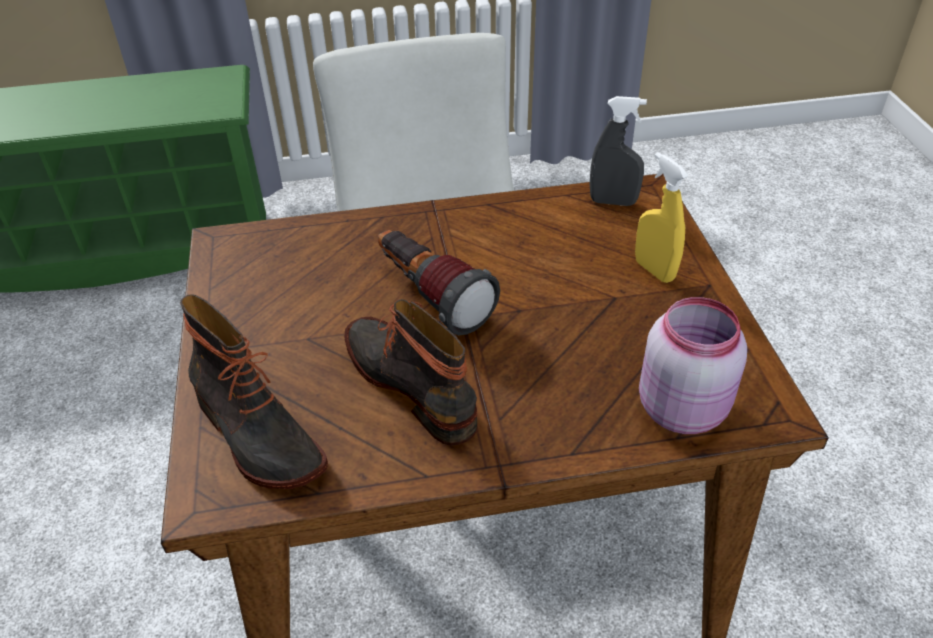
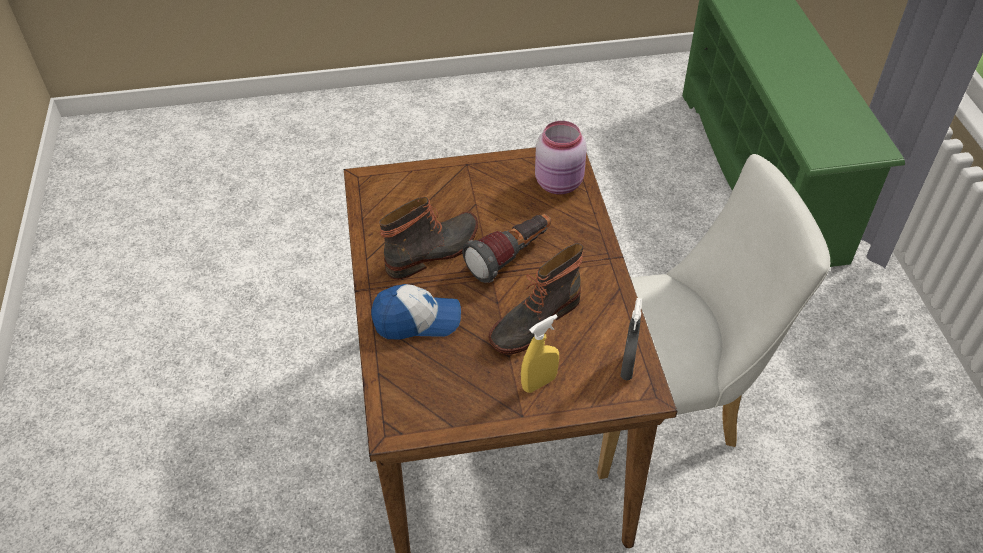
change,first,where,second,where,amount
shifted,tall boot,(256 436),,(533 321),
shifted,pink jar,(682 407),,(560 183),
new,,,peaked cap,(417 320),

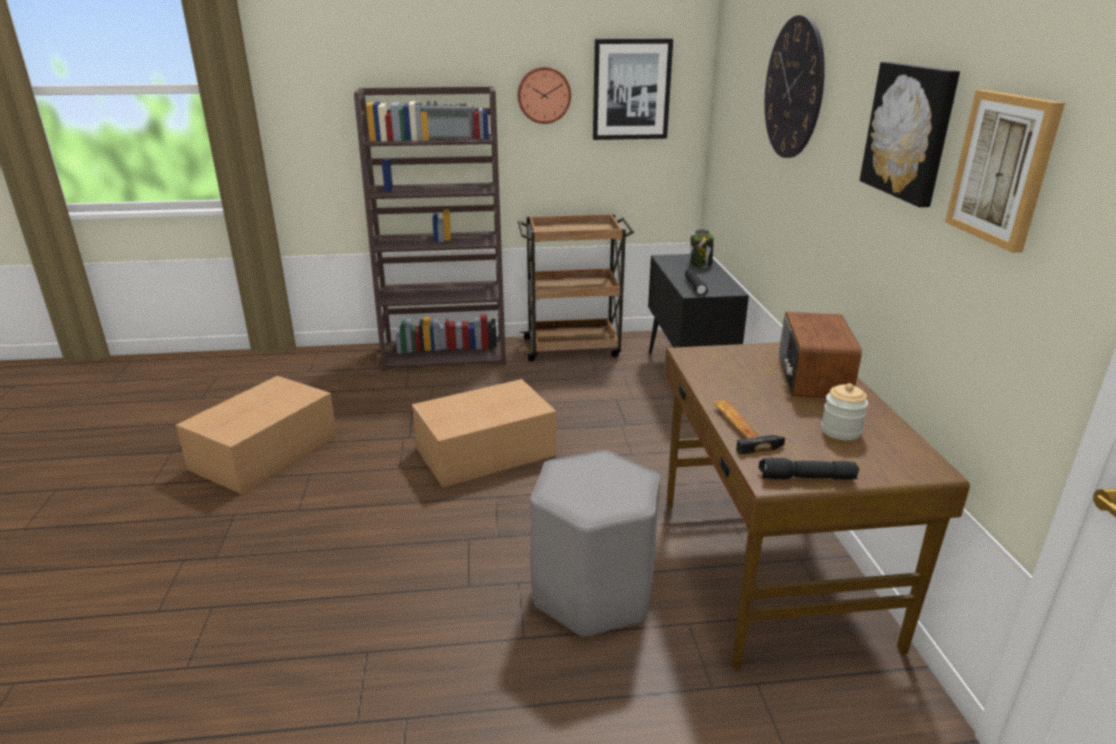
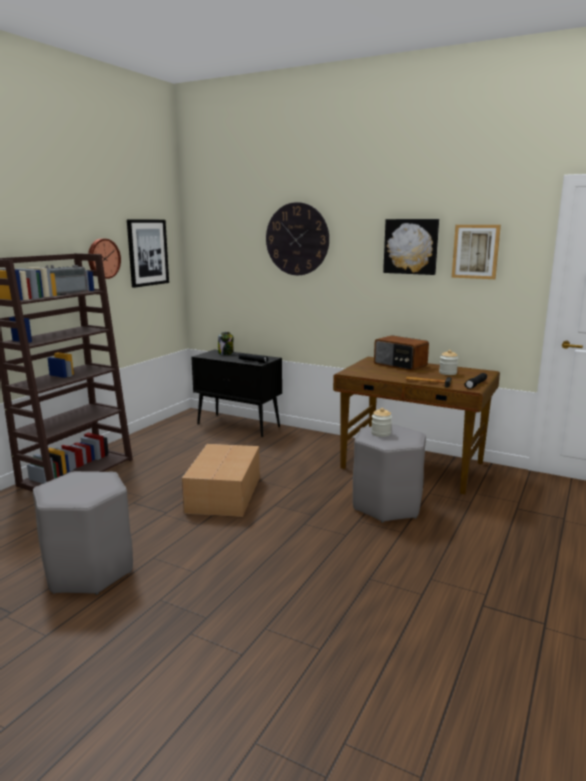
change,first,where,second,where,amount
gone,brown-coloured wheeled cart,(573 347),,,
swapped,cardboard box,(262 453),gray stool seat,(88 571),
new,,,jar,(381 433),

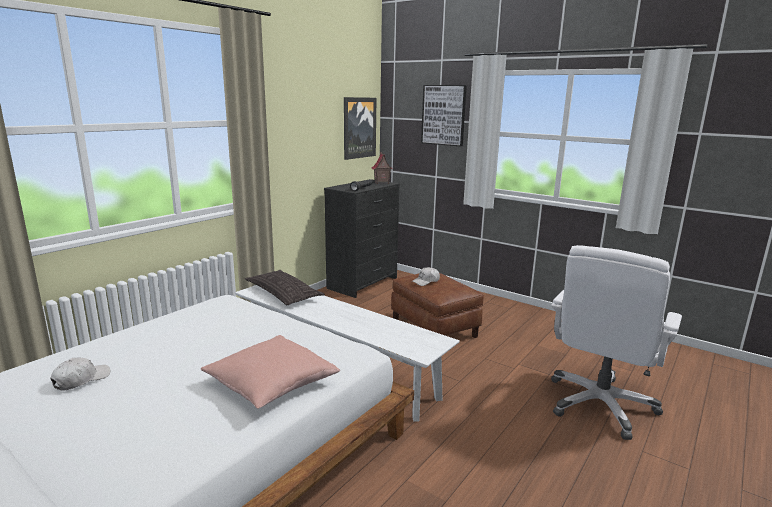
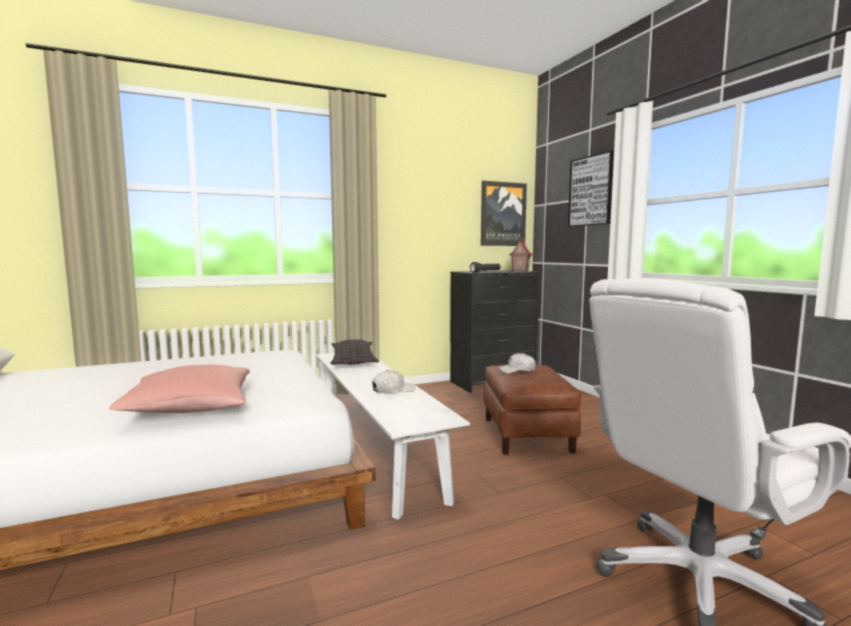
change,first,where,second,where,amount
shifted,white peaked cap,(81 380),,(393 390),

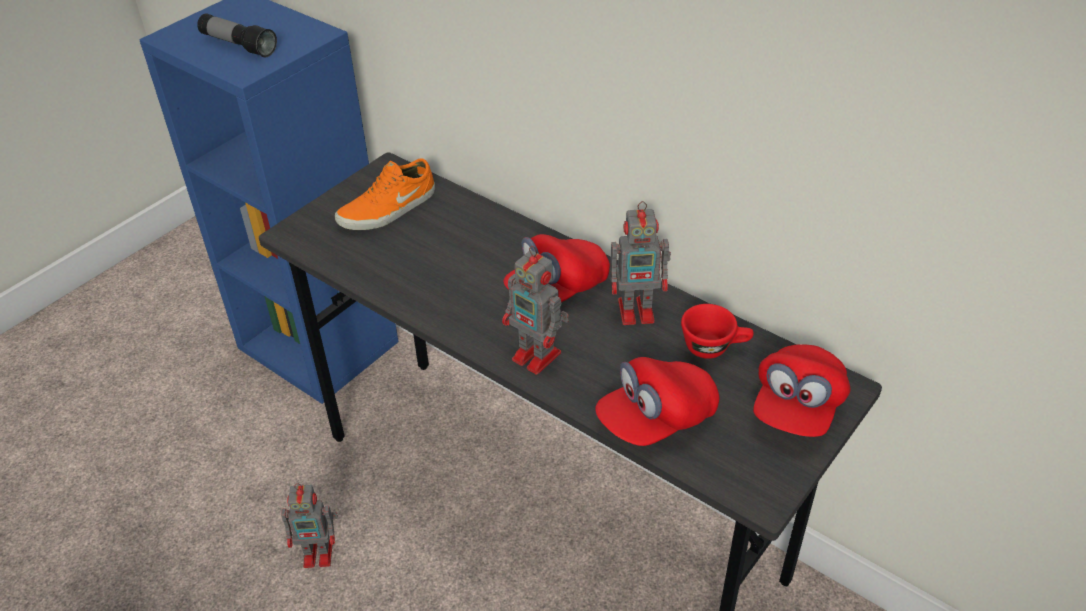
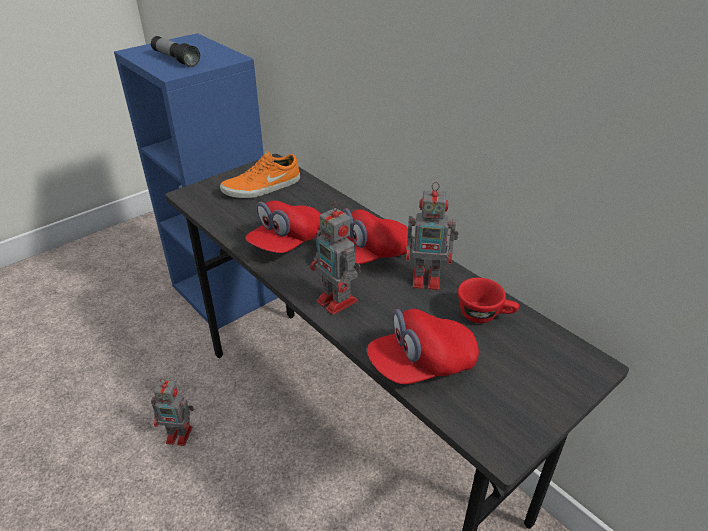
change,first,where,second,where,amount
shifted,reddish peaked cap,(797 407),,(287 243),

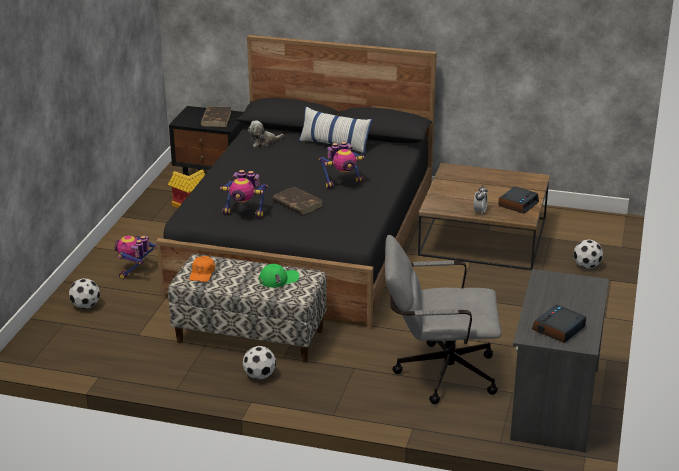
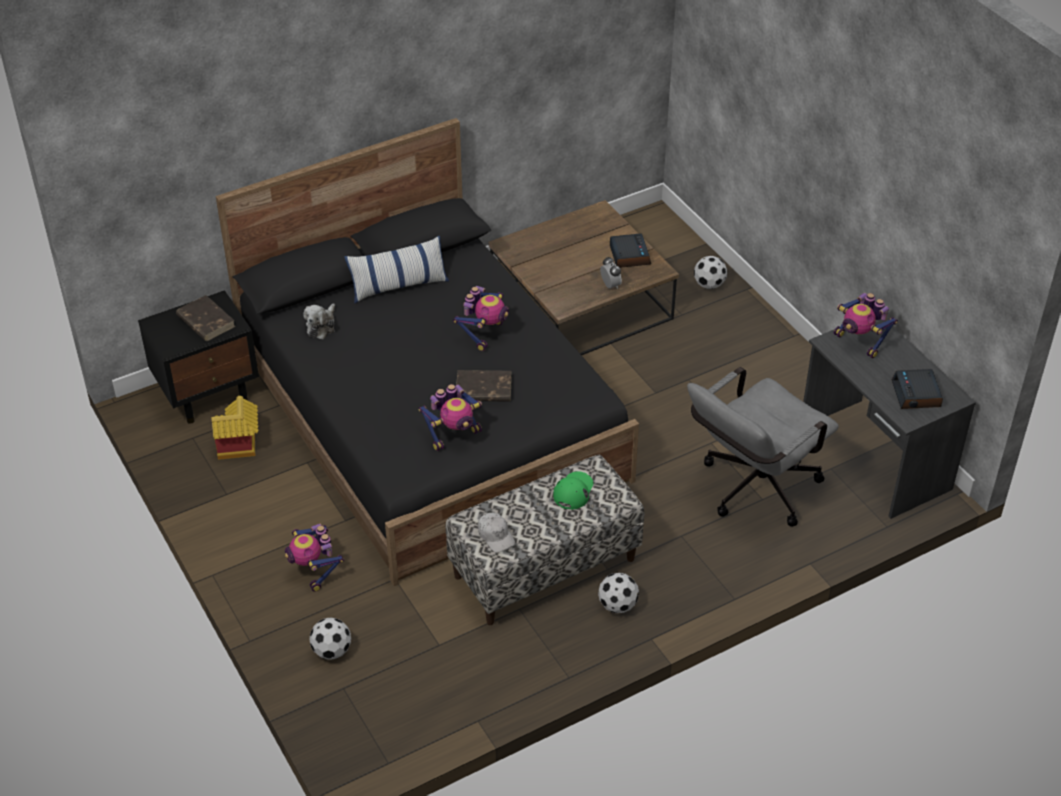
change,first,where,second,where,amount
repainted,orangey peaked cap,(202 274),white peaked cap,(495 536),
new,,,toy robot,(859 342),

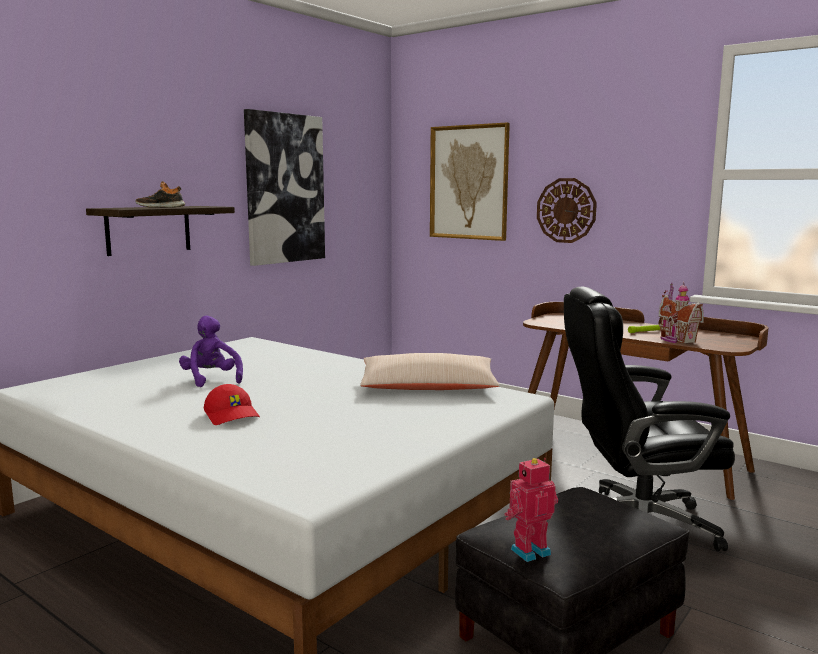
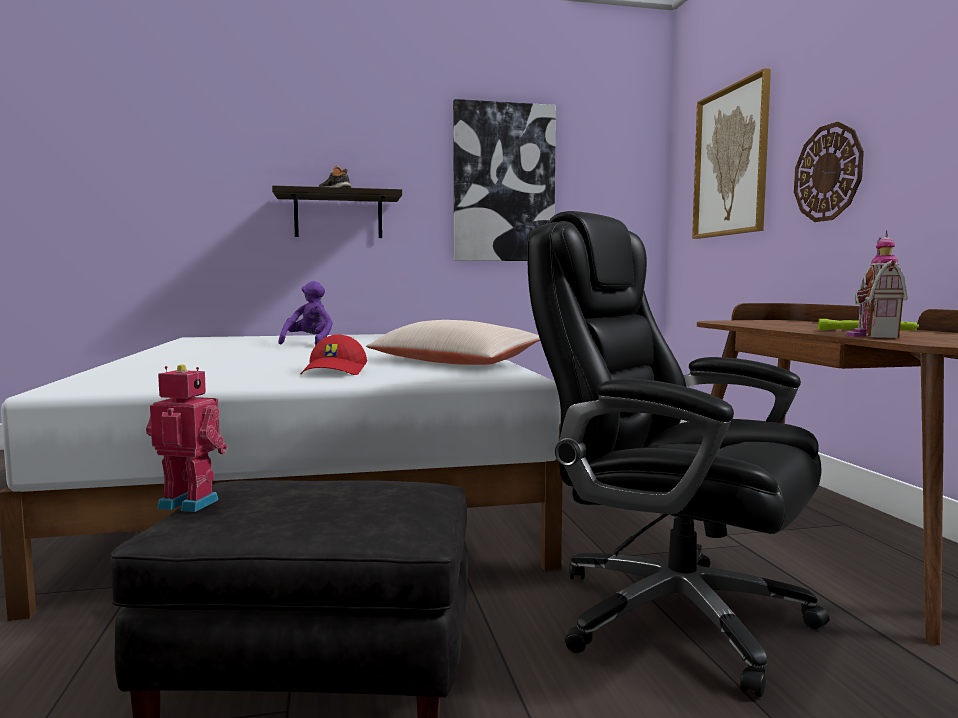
change,first,where,second,where,amount
shifted,reddish peaked cap,(232 416),,(336 372),

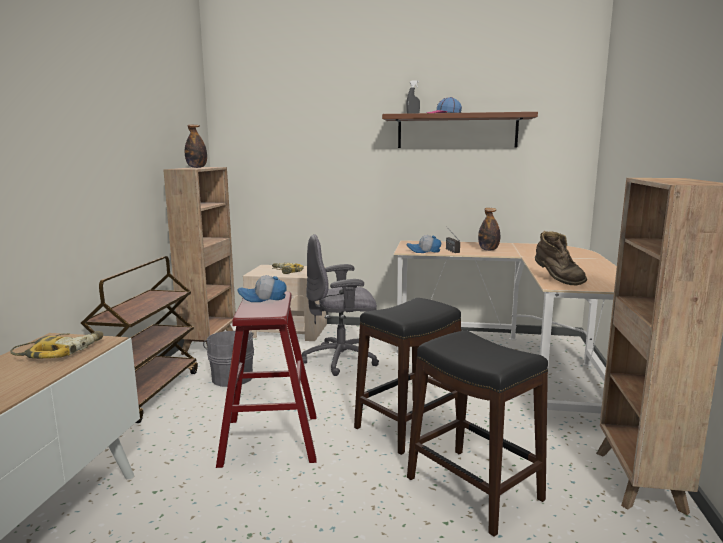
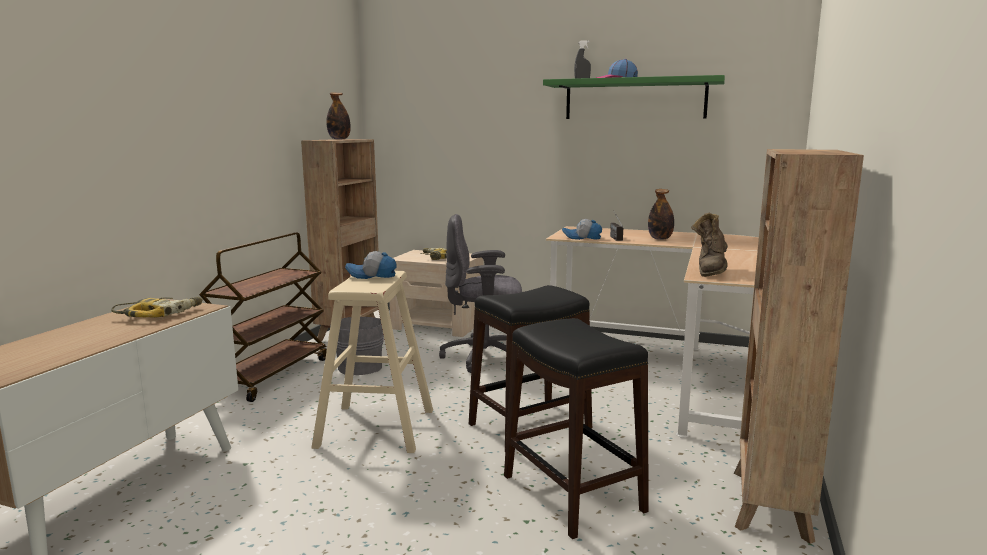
change,first,where,second,where,amount
repainted,brown-coloured shelf,(457 131),greenish shelf,(635 99),
rotated,brown-coloured tall boot,(557 280),,(710 271),45 degrees clockwise
repainted,reddish stool seat,(270 440),sand-coloured stool seat,(376 428),

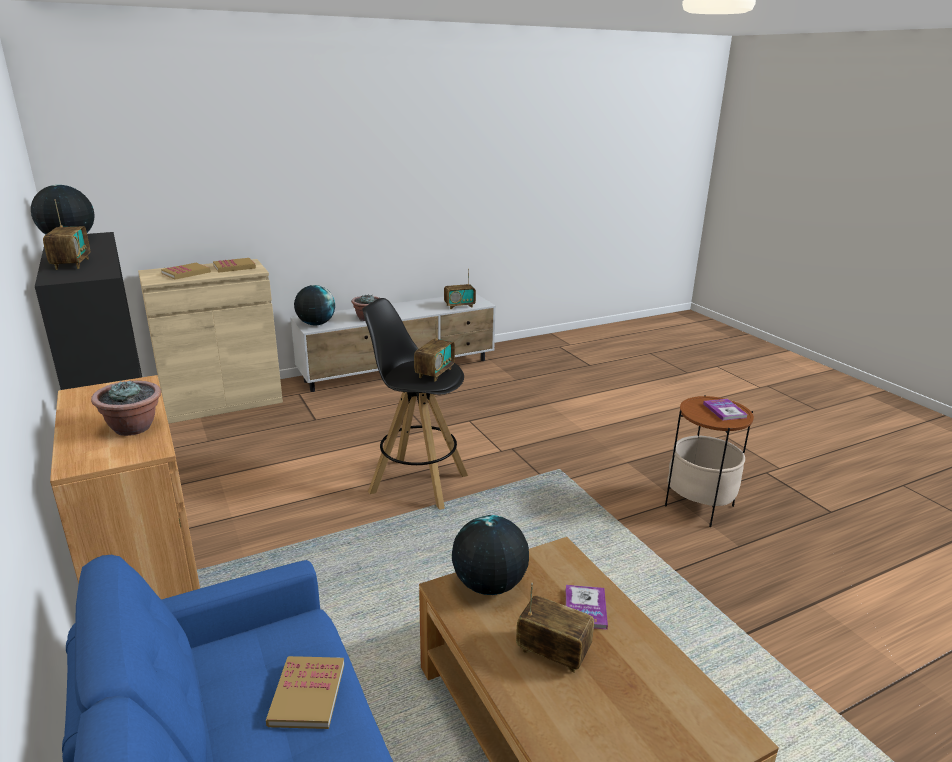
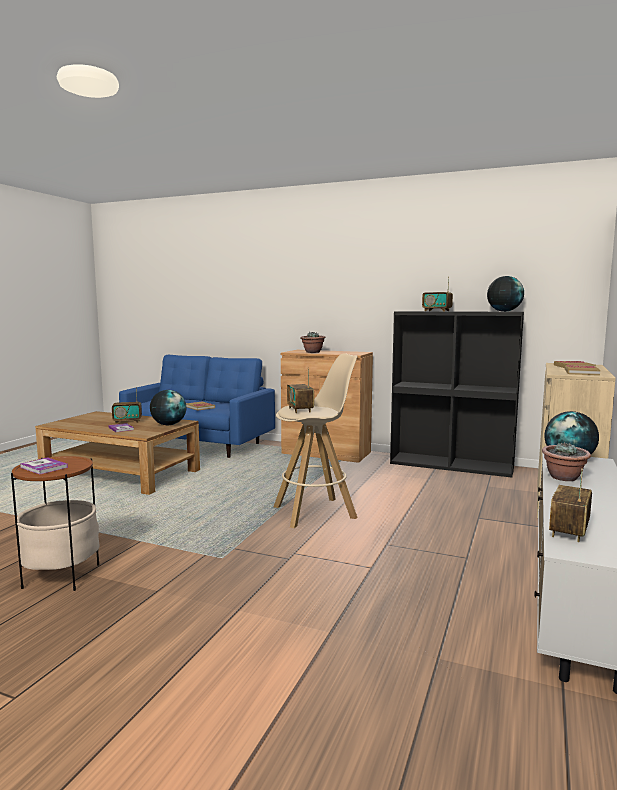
change,first,where,second,where,amount
repainted,black stool seat,(417 483),sand-coloured stool seat,(315 512),

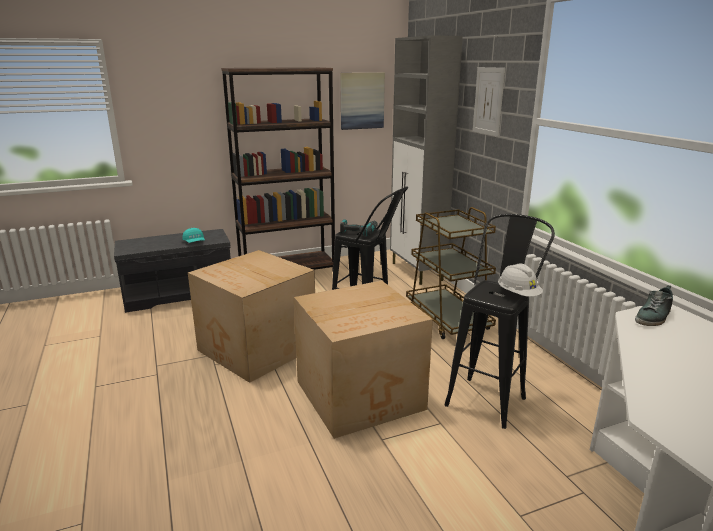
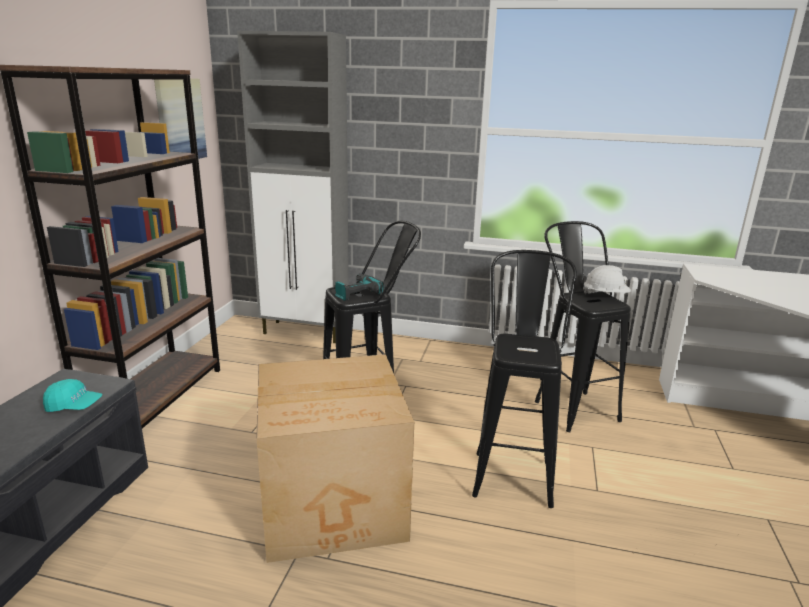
change,first,where,second,where,amount
gone,picture,(488 101),,,
gone,brown-coloured wheeled cart,(447 319),,,
swapped,cardboard box,(361 395),black stool seat,(512 469),
gone,item of footwear,(654 316),,,

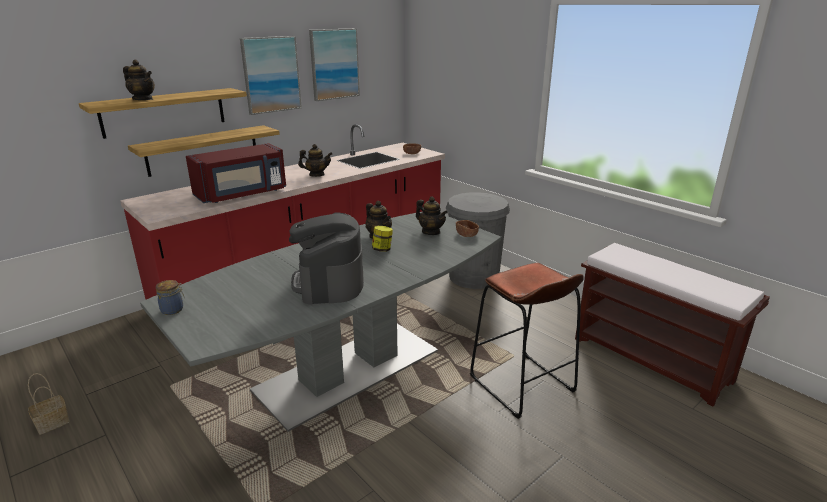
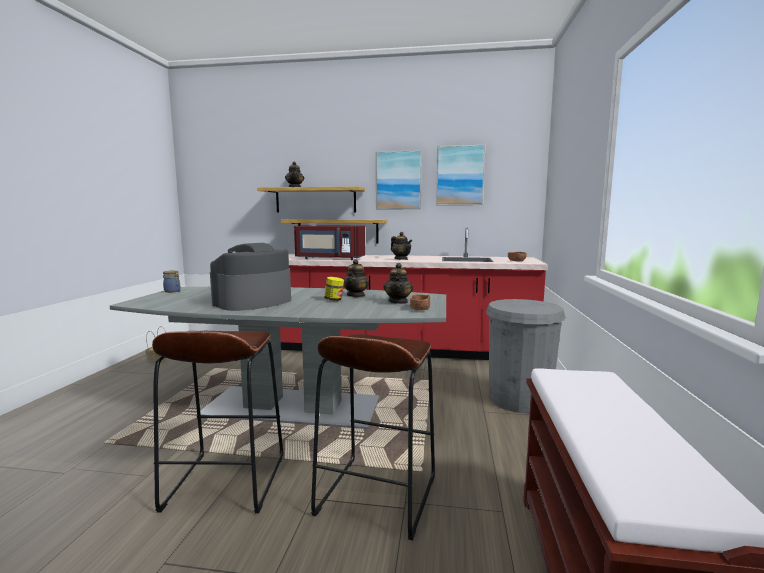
change,first,where,second,where,amount
new,,,brown-coloured stool seat,(225 482),

